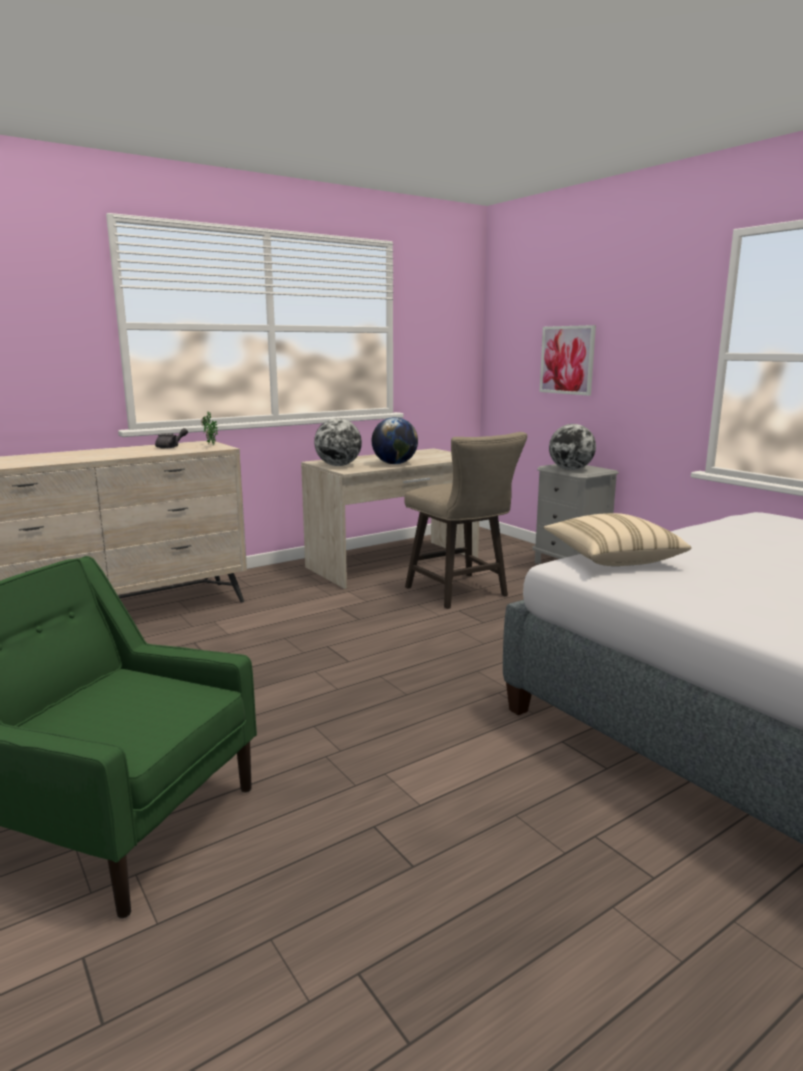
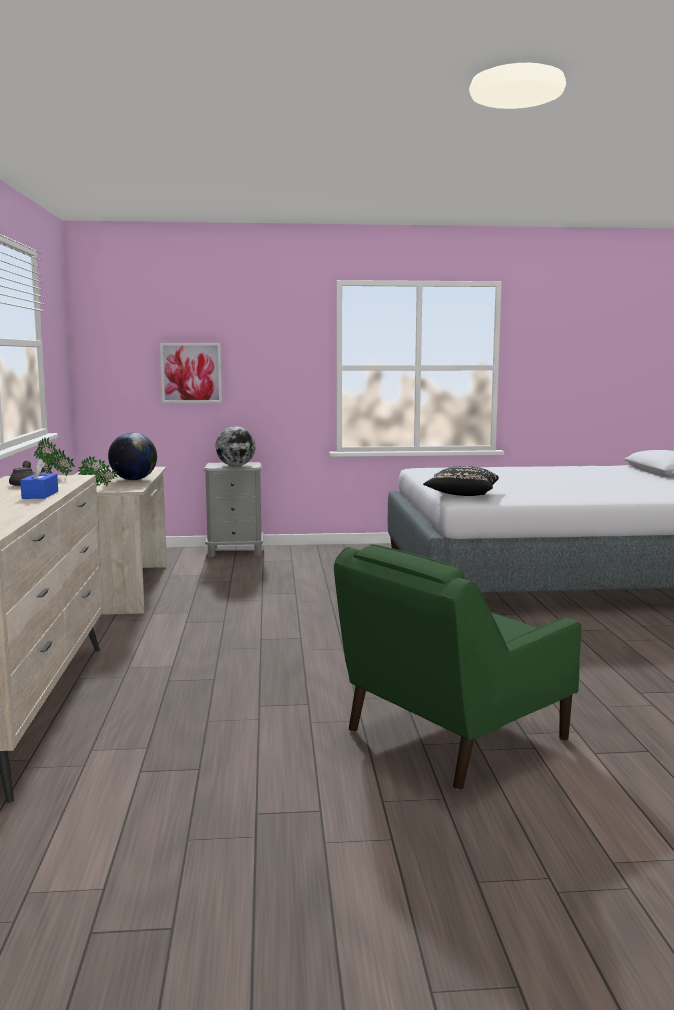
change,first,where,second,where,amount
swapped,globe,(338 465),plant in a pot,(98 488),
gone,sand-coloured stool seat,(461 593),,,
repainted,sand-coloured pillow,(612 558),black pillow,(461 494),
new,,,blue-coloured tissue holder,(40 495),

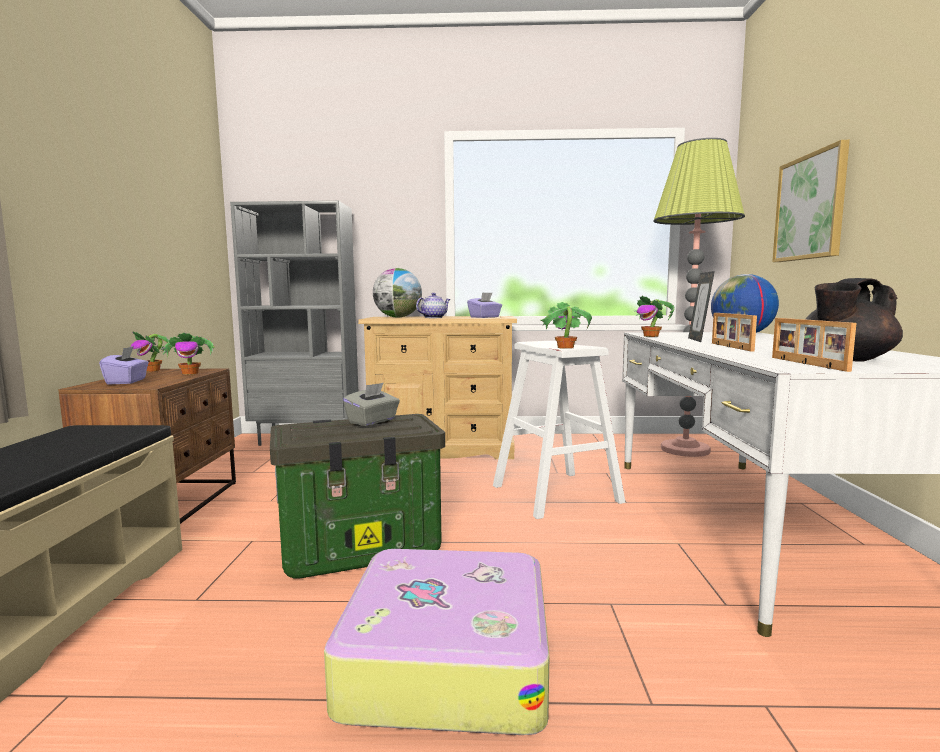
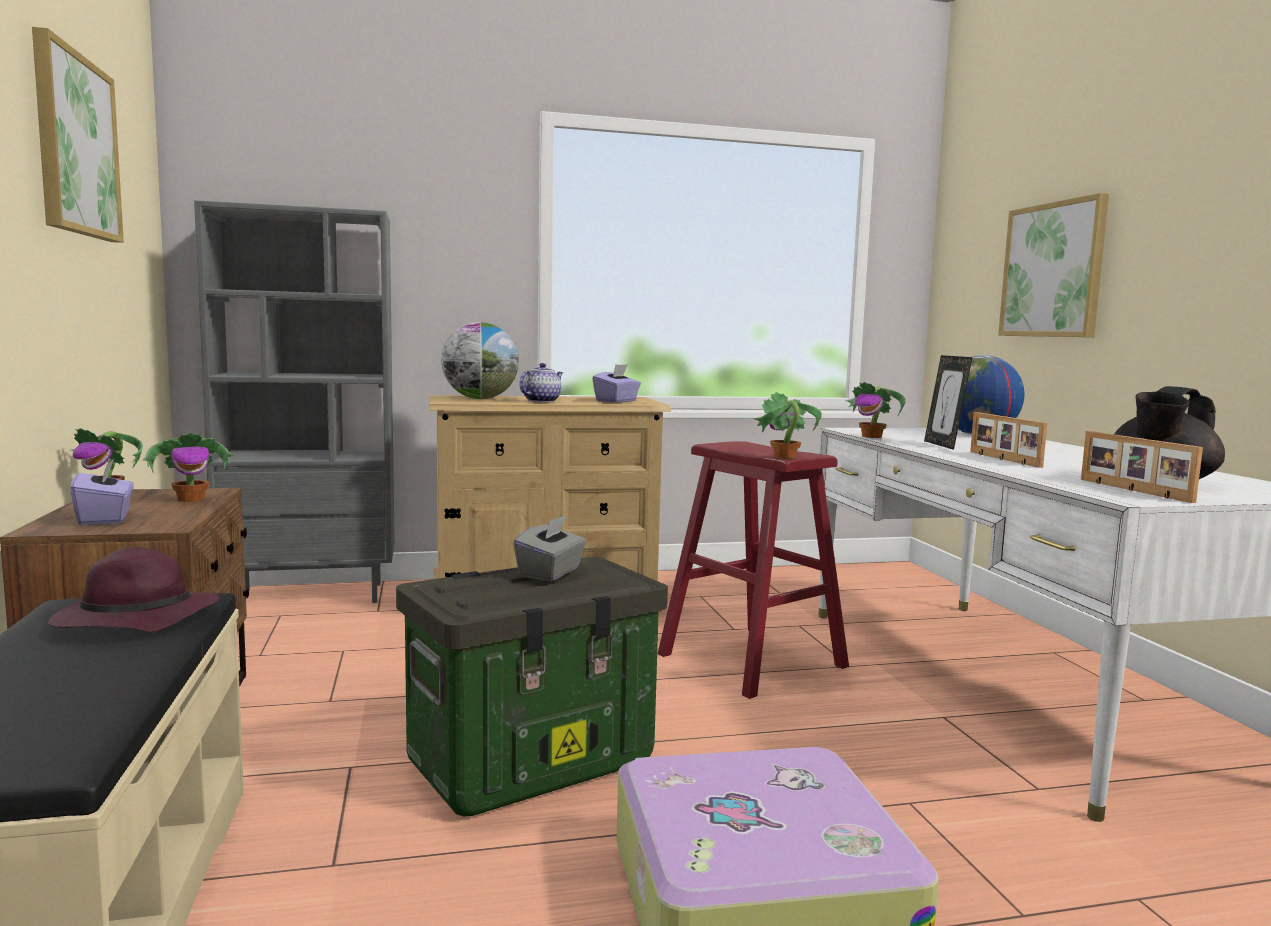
change,first,where,second,where,amount
gone,floor lamp,(685 450),,,
repainted,white stool seat,(555 493),reddish stool seat,(751 660),
new,,,picture,(75 146),
new,,,purplish hat,(134 620),

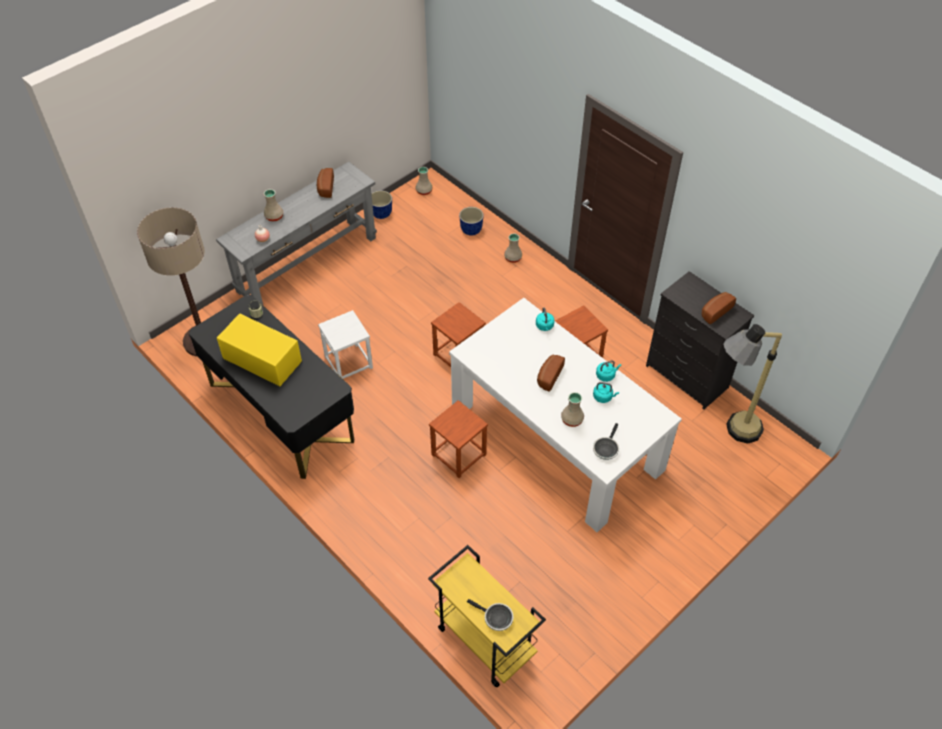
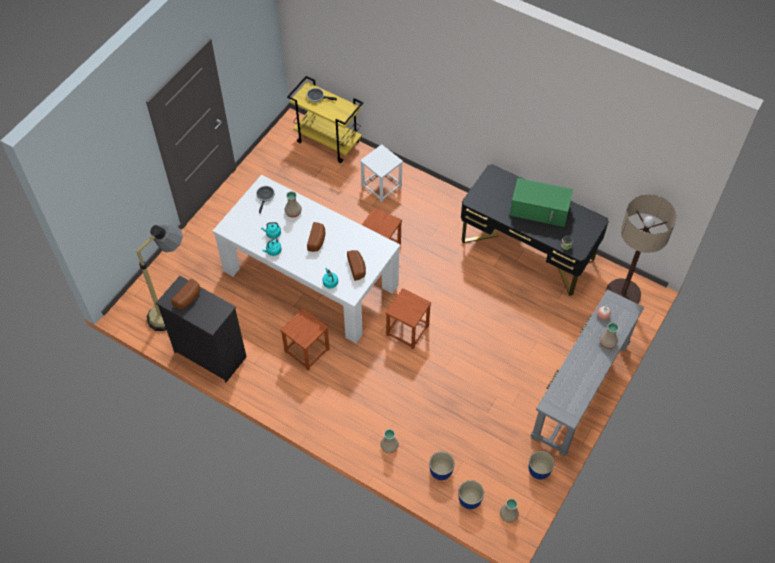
change,first,where,second,where,amount
shifted,baked bread,(325 188),,(357 268),
shifted,white stool seat,(349 362),,(381 186),
repainted,yellow-coloured microwave oven,(261 359),greenish microwave oven,(540 210),
new,,,planter,(469 501),

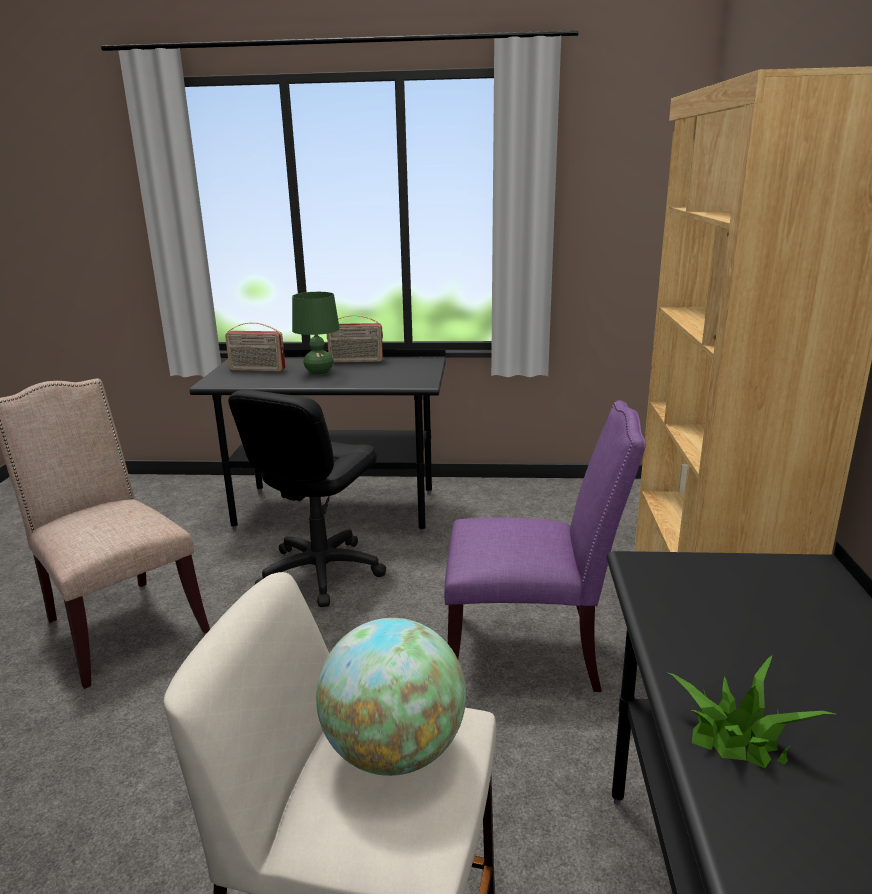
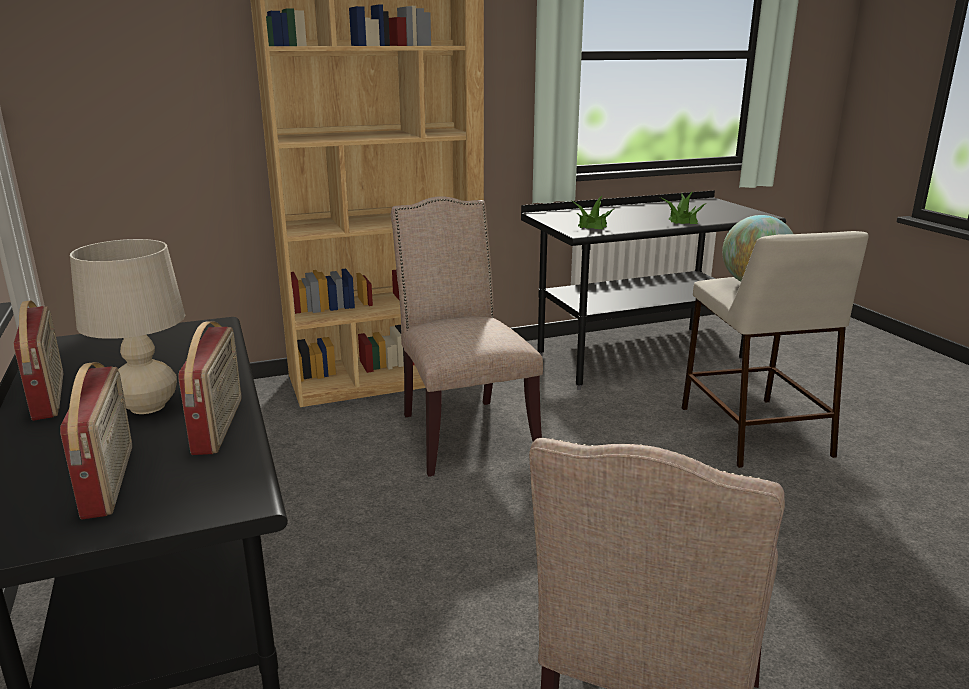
change,first,where,second,where,amount
repainted,greenish tabletop lamp,(319 373),sand-coloured tabletop lamp,(147 406),
gone,black desk chair,(320 572),,,
repainted,purplish plain chair,(529 653),sand-coloured plain chair,(463 432),
new,,,plant in a pot,(593 225),
new,,,radio set,(220 426),

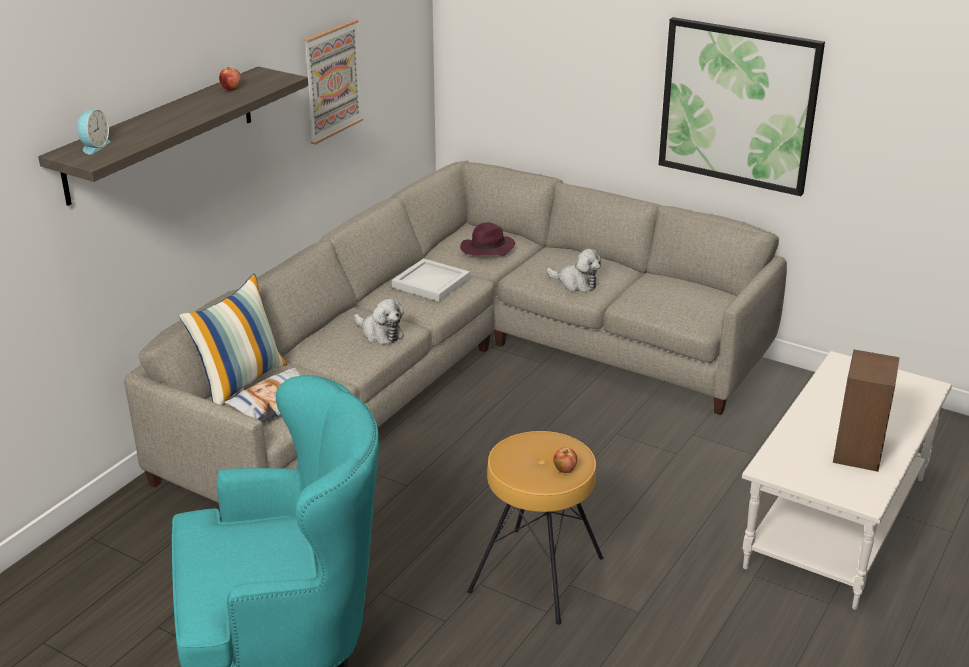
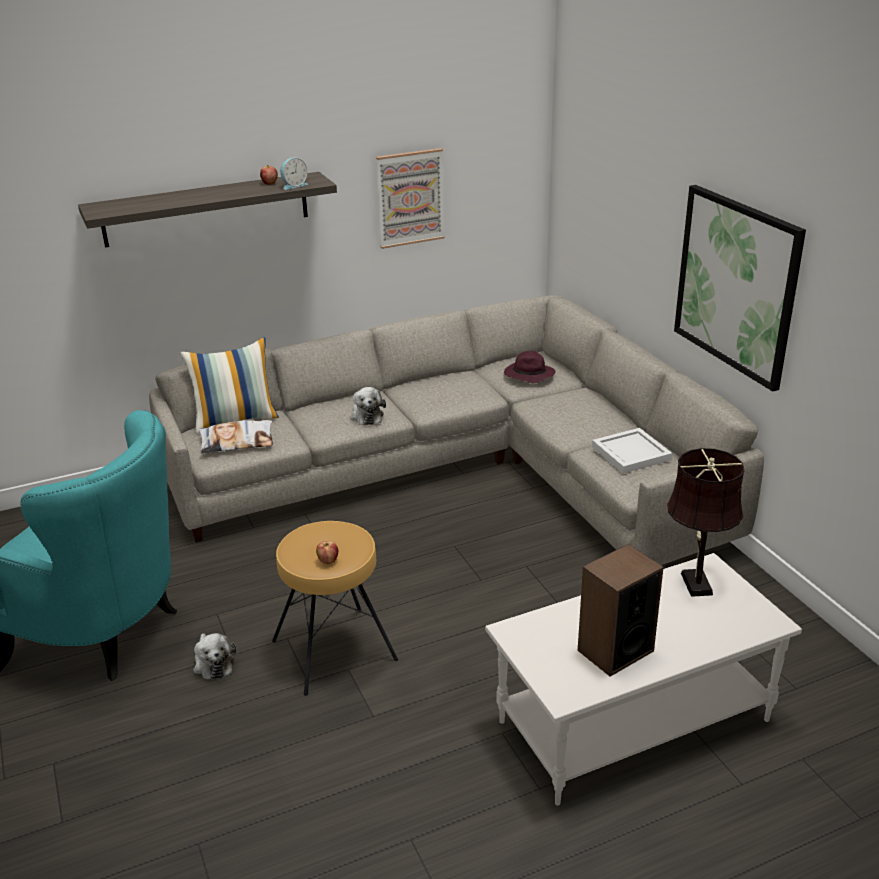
change,first,where,second,where,amount
shifted,table clock,(94 146),,(293 185),
shifted,plush toy,(576 283),,(213 663),
shifted,white serving tray,(429 283),,(629 453),
new,,,brown-coloured tabletop lamp,(695 581),

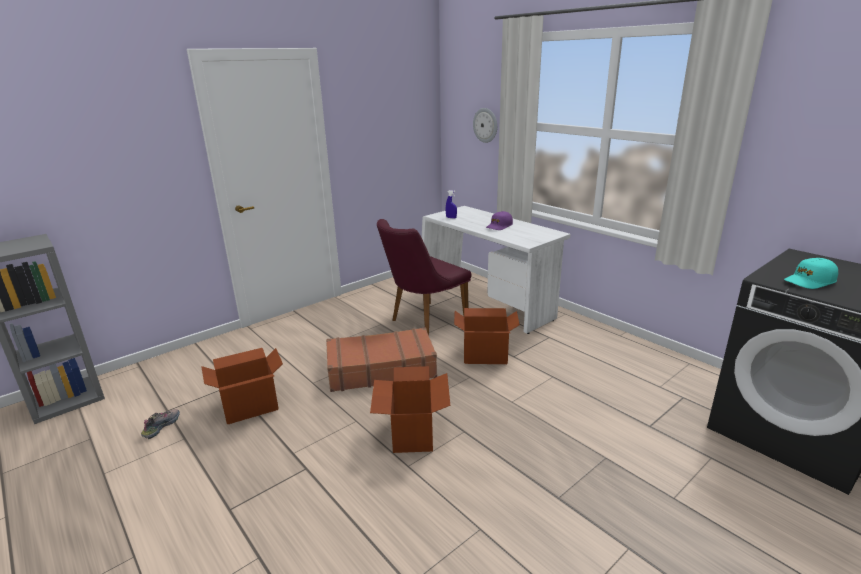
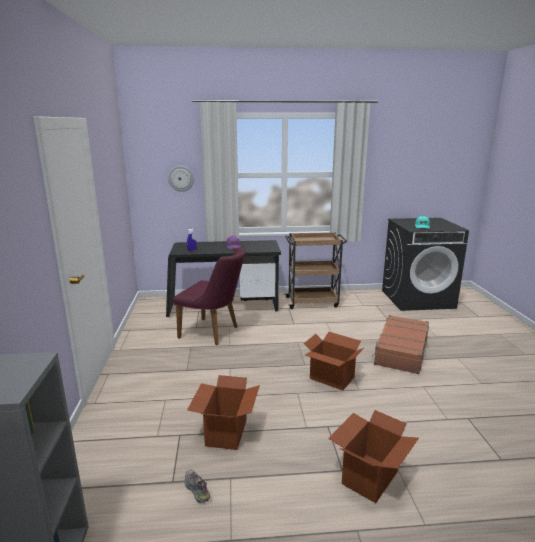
change,first,where,second,where,amount
repainted,white desk unit,(486 302),black desk unit,(224 307),
rotated,purplish plain chair,(423 322),,(214 333),60 degrees counterclockwise
shifted,cardboard box,(485 355),,(369 477),
shifted,brown-coloured travel case,(381 369),,(400 351),
new,,,brown-coloured wheeled cart,(313 302),

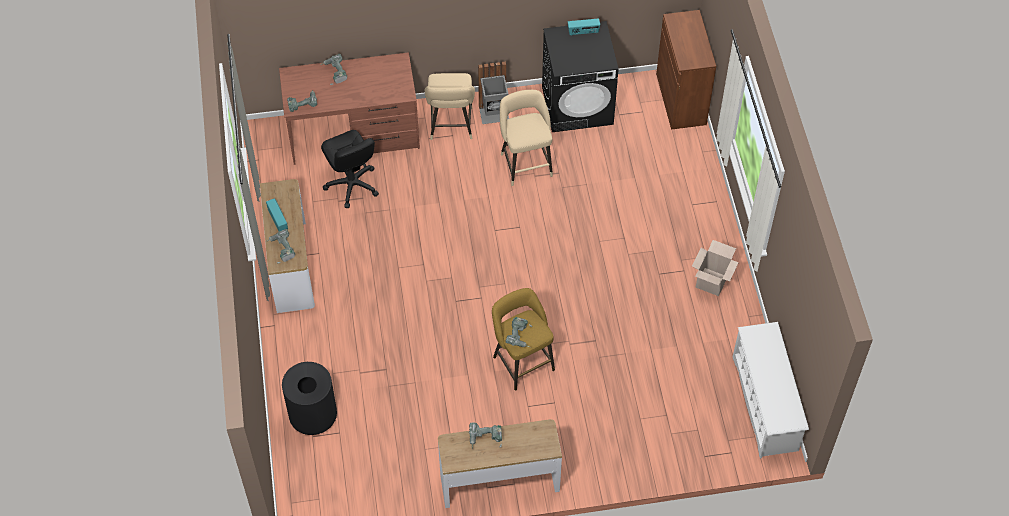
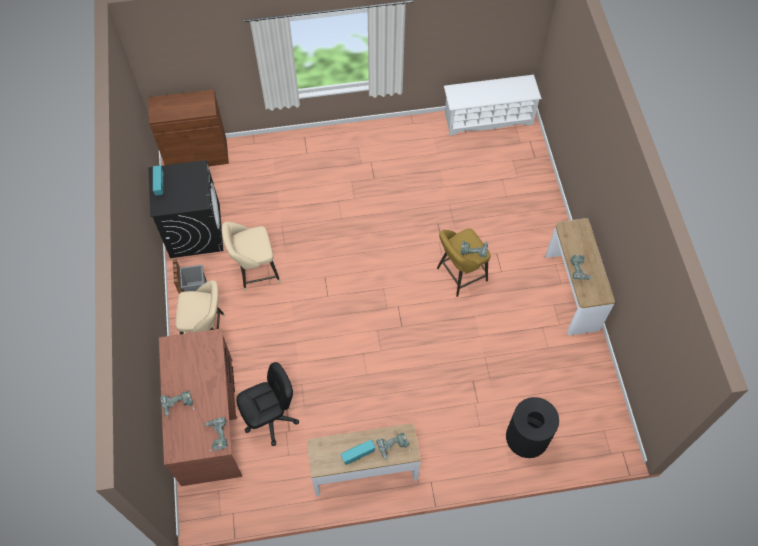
change,first,where,second,where,amount
gone,cardboard box,(711 281),,,

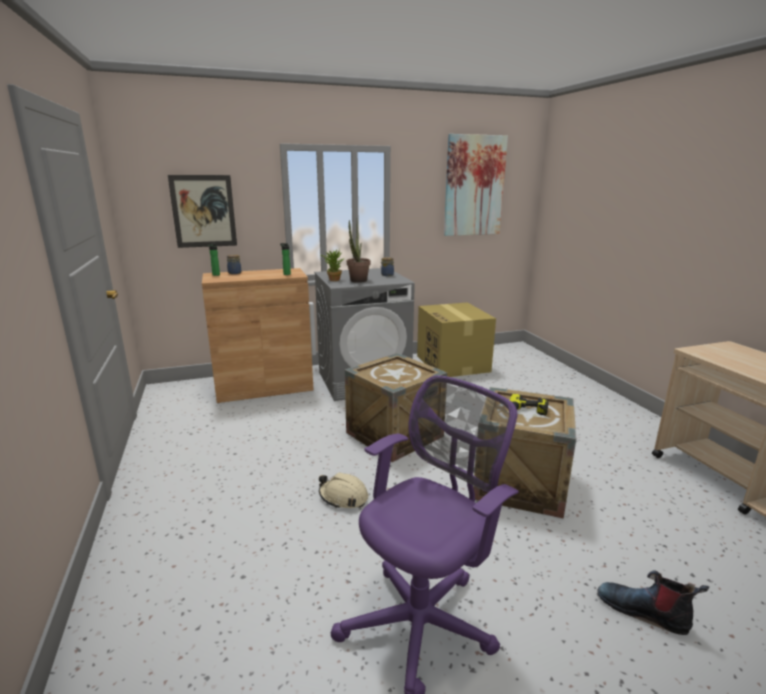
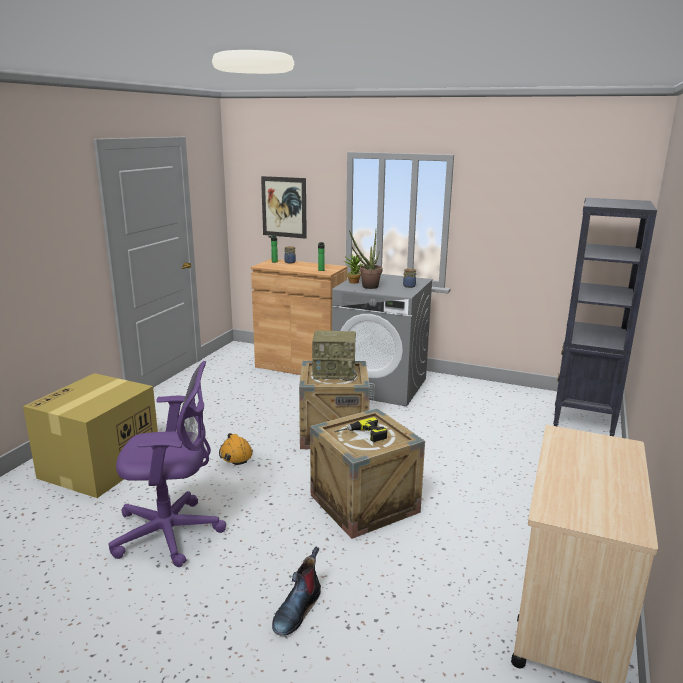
change,first,where,second,where,amount
gone,picture,(474 186),,,
shifted,cardboard box,(453 364),,(99 466),
repainted,sand-coloured hard hat,(343 497),orangey hard hat,(235 455),
rotated,tall boot,(644 611),,(297 610),135 degrees counterclockwise
new,,,black bookcase,(583 418),
new,,,radio set,(335 373),

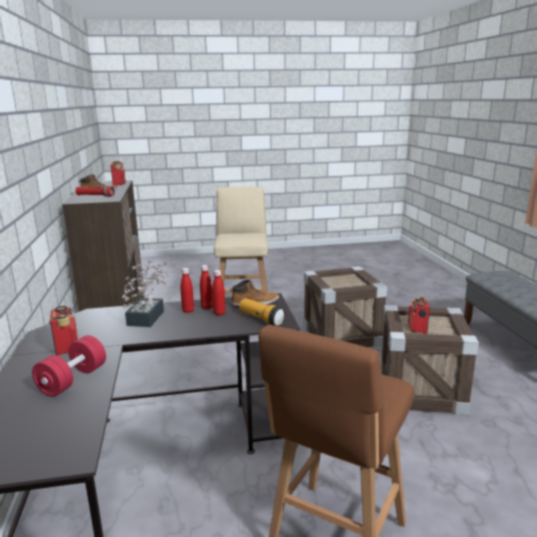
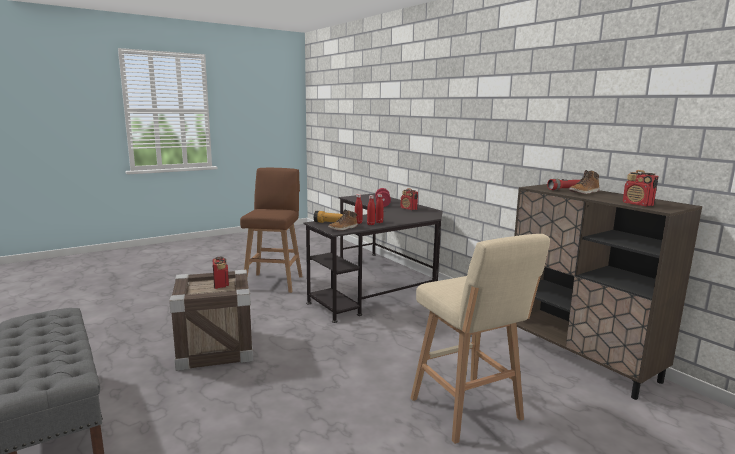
change,first,where,second,where,amount
gone,plant in a pot,(148 316),,,
gone,shipping crate,(341 335),,,

